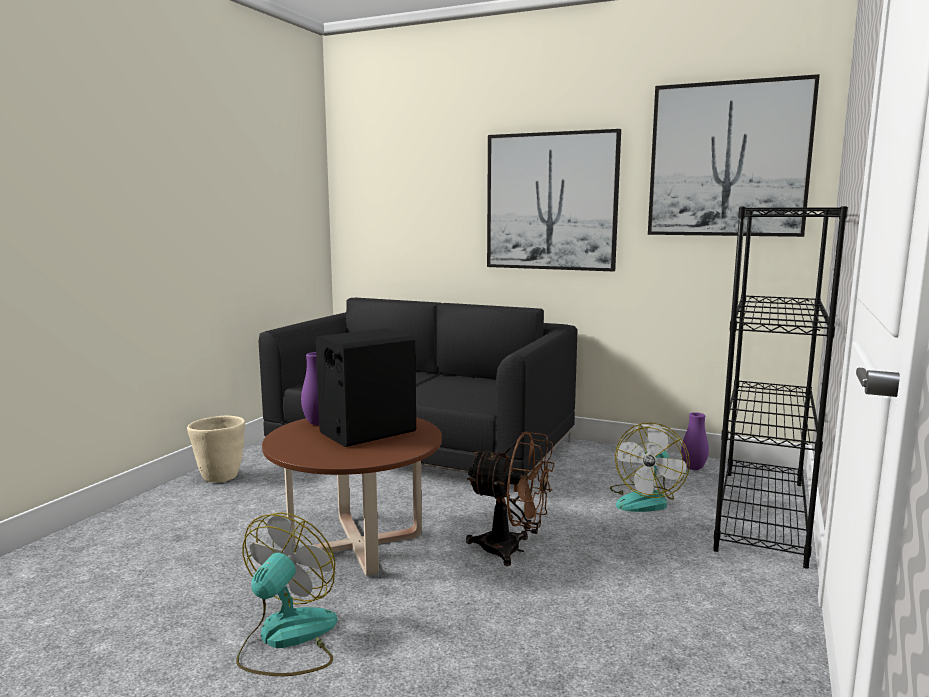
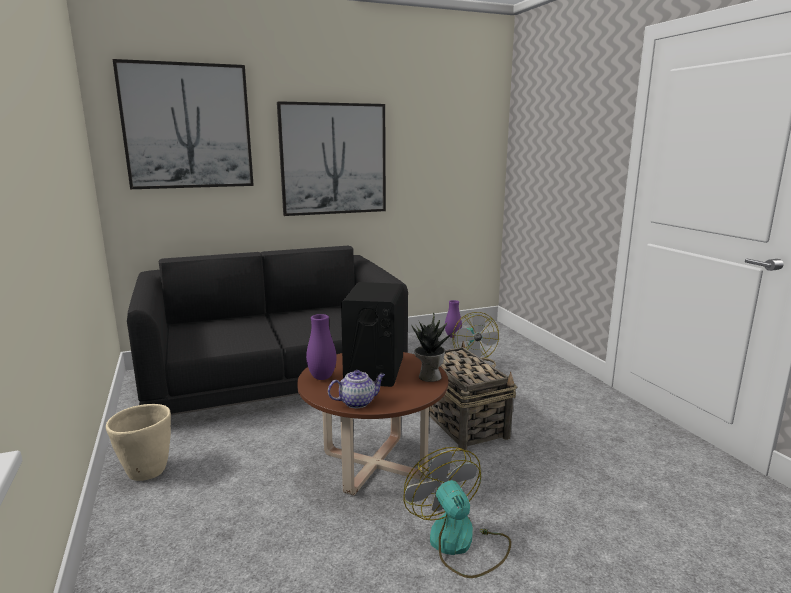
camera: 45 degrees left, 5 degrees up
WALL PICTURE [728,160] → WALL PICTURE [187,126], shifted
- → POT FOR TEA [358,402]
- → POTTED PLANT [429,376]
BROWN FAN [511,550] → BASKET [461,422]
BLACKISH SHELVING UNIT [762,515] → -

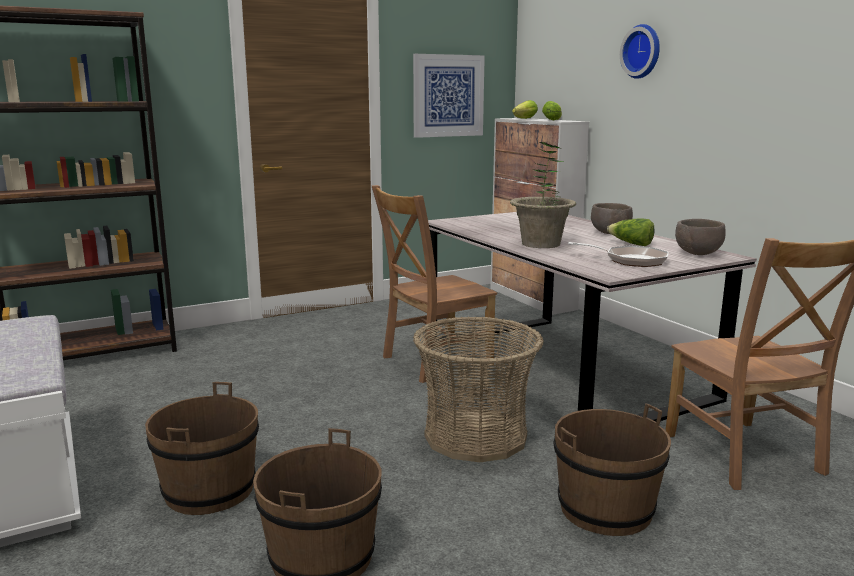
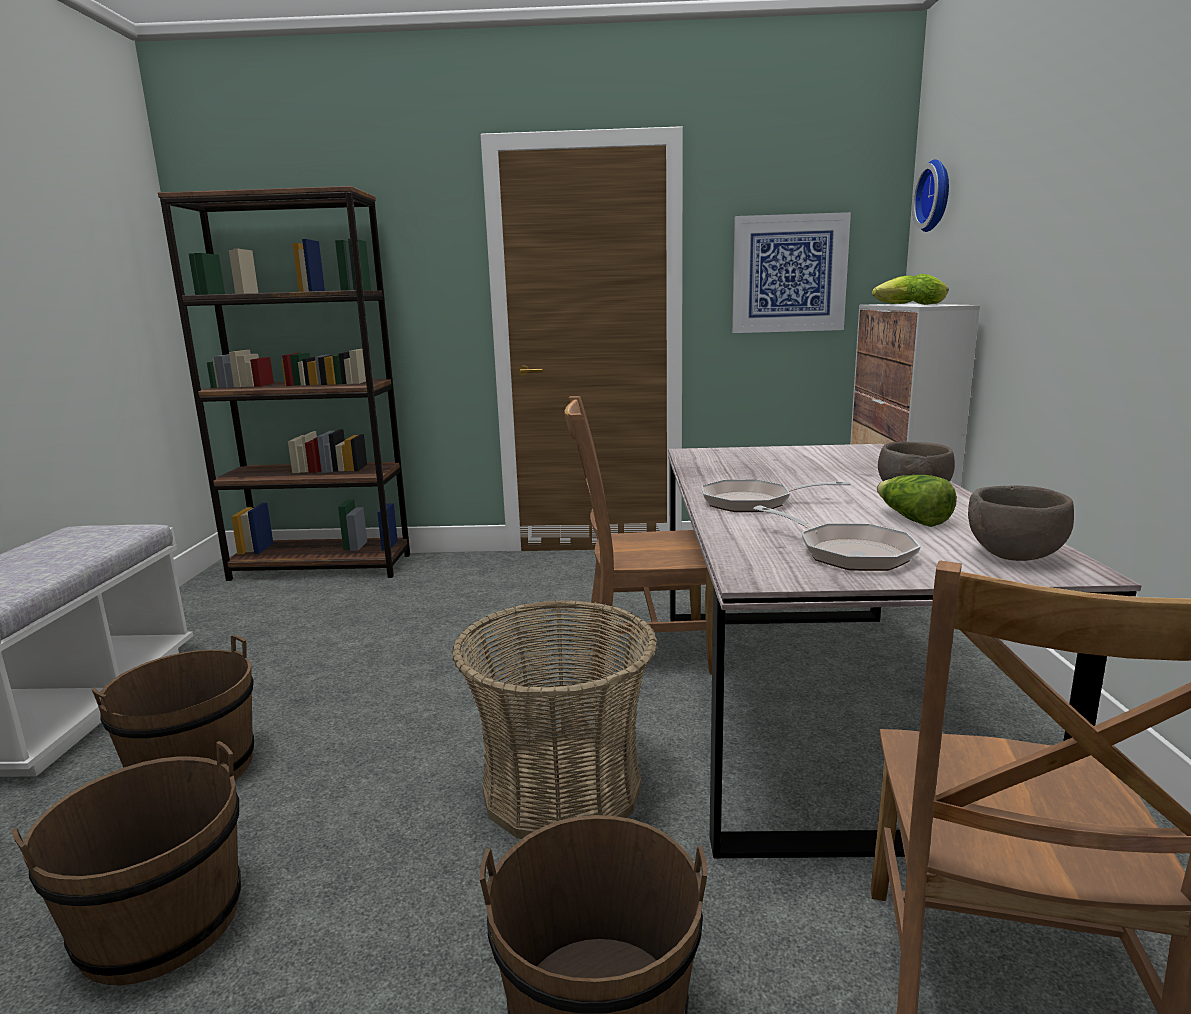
camera: 30 degrees right, 0 degrees up
POTTED PLANT [541,244] → SKILLET [753,502]
WALL CLOCK [643,51] → WALL CLOCK [936,196], shifted

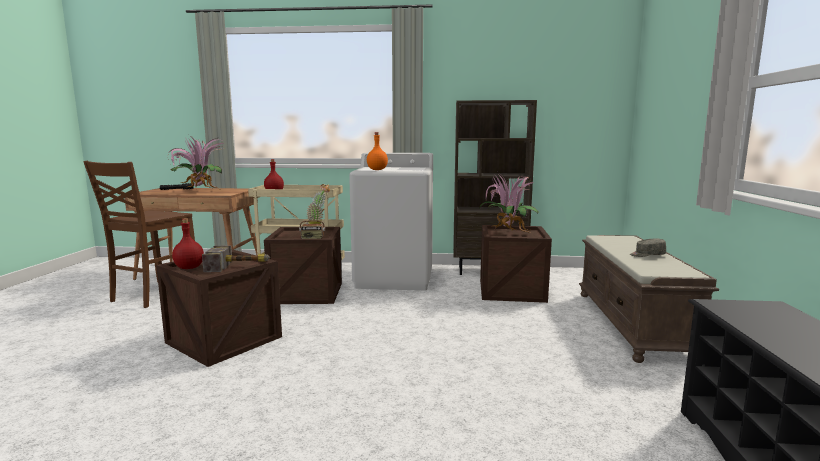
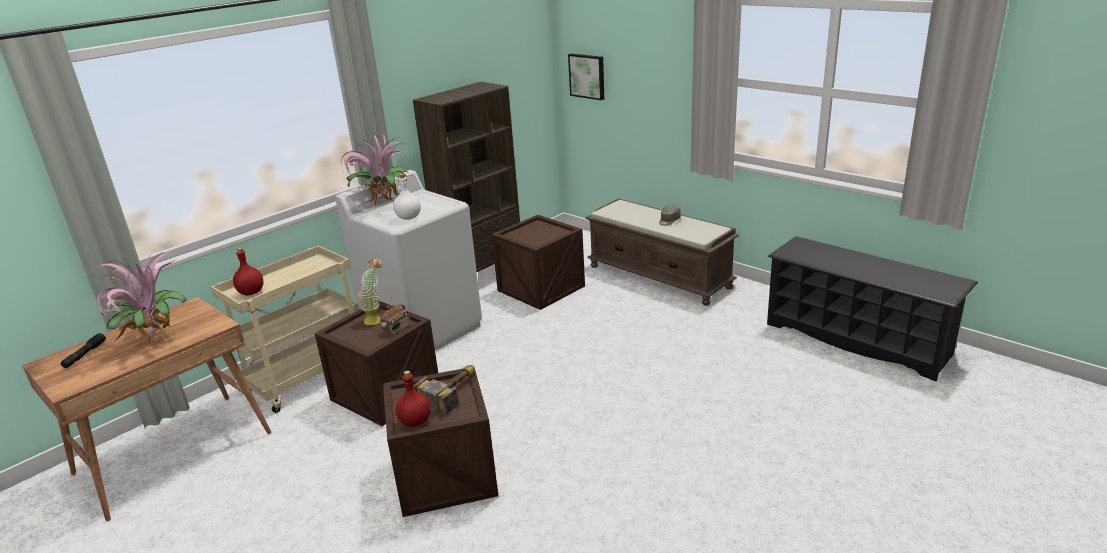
camera: 50 degrees left, 15 degrees up
POTTED PLANT [507,233] → POTTED PLANT [382,204], shifted
ORANGE BEVERAGE BOTTLE [376,170] → WHITISH BEVERAGE BOTTLE [408,218]
- → WALL PICTURE [587,76]
BROWN UPRIGHT CHAIR [153,295] → -

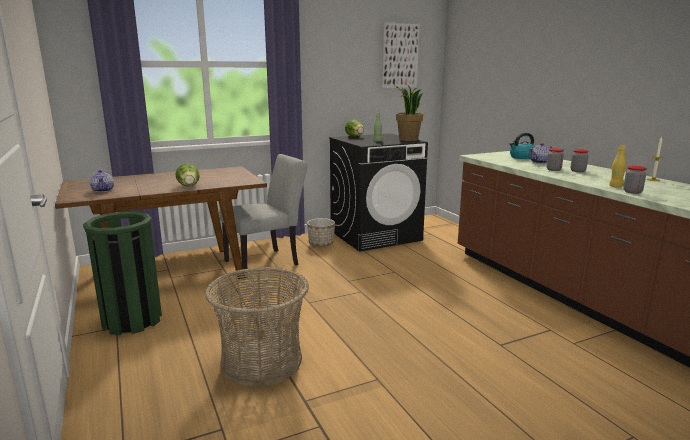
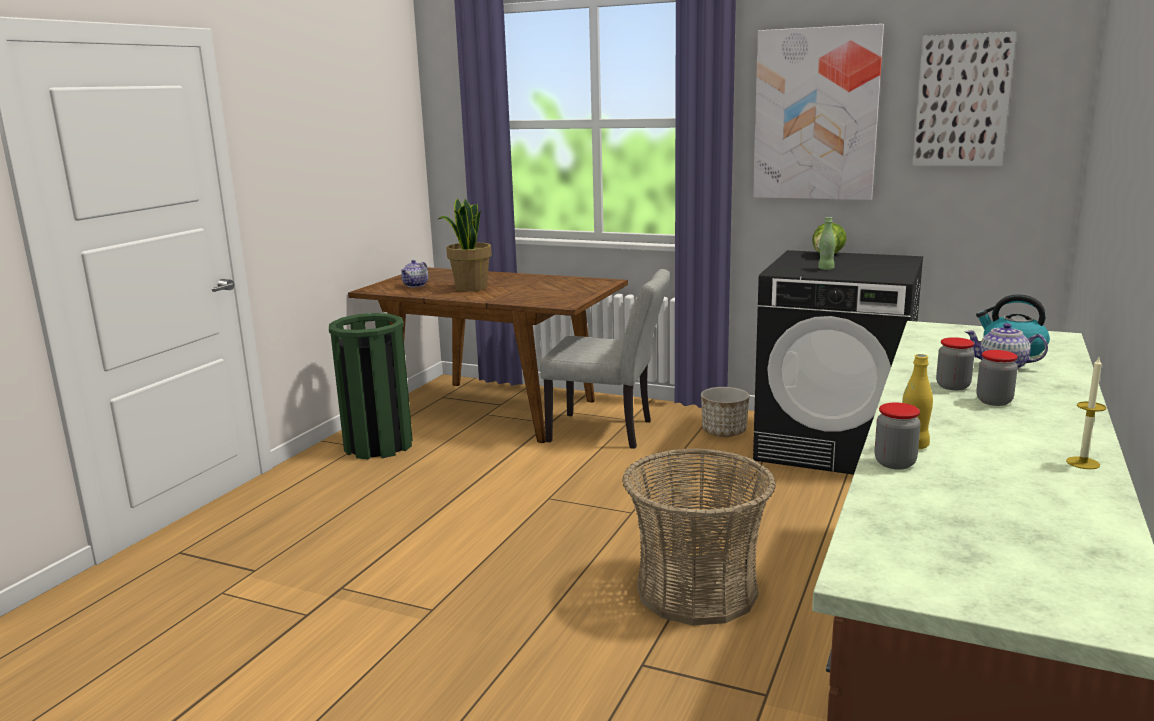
camera: 50 degrees right, 0 degrees up
POTTED PLANT [408,140] → POTTED PLANT [470,288], shifted
BASKET [261,362] → BASKET [697,590], shifted
- → WALL PICTURE [815,115]
LETTUCE HEAD [189,186] → -

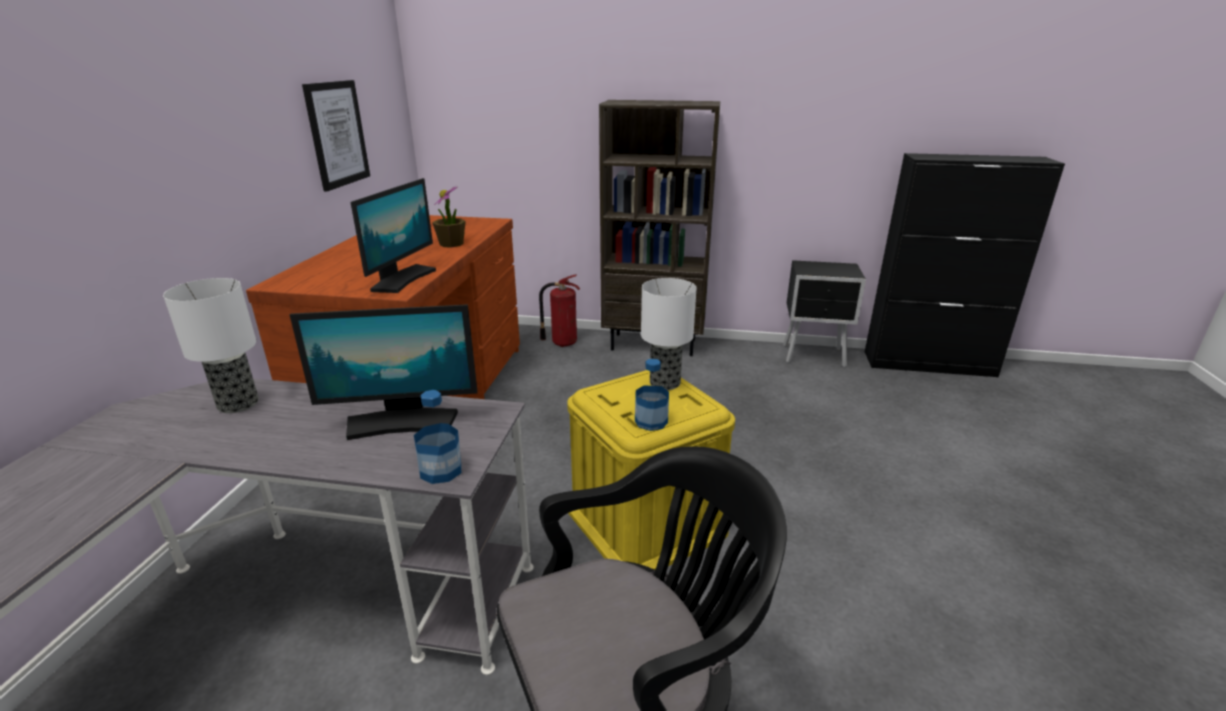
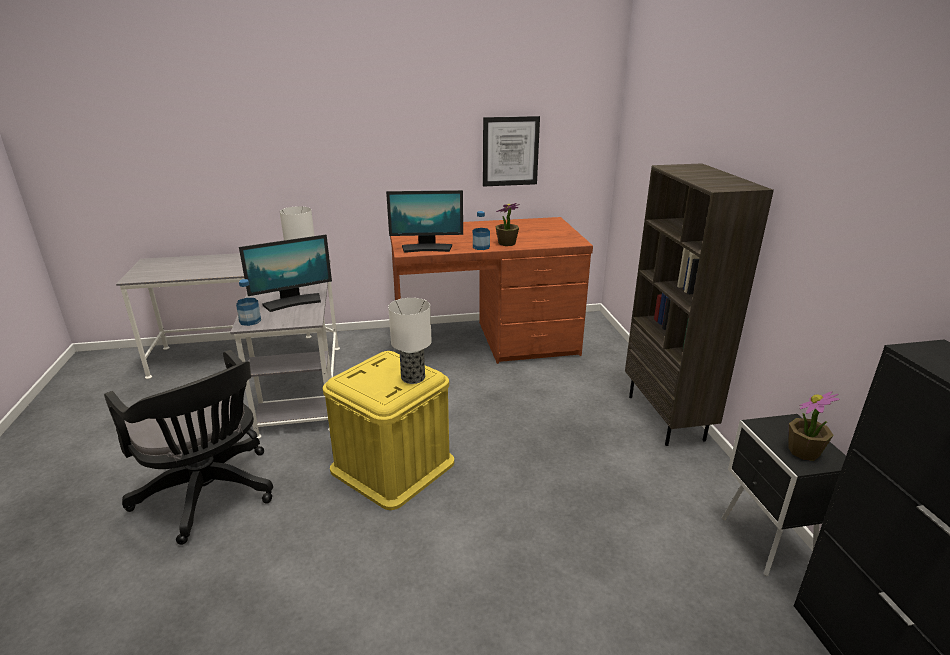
camera: 70 degrees right, 0 degrees up
COMPUTER DISPLAY [401,423] → COMPUTER DISPLAY [293,302], 90 degrees counterclockwise
BEVERAGE BOTTLE [651,421] → BEVERAGE BOTTLE [481,247], shifted
- → POTTED PLANT [804,452]
FIRE-FIGHTING CYLINDER [562,342] → -

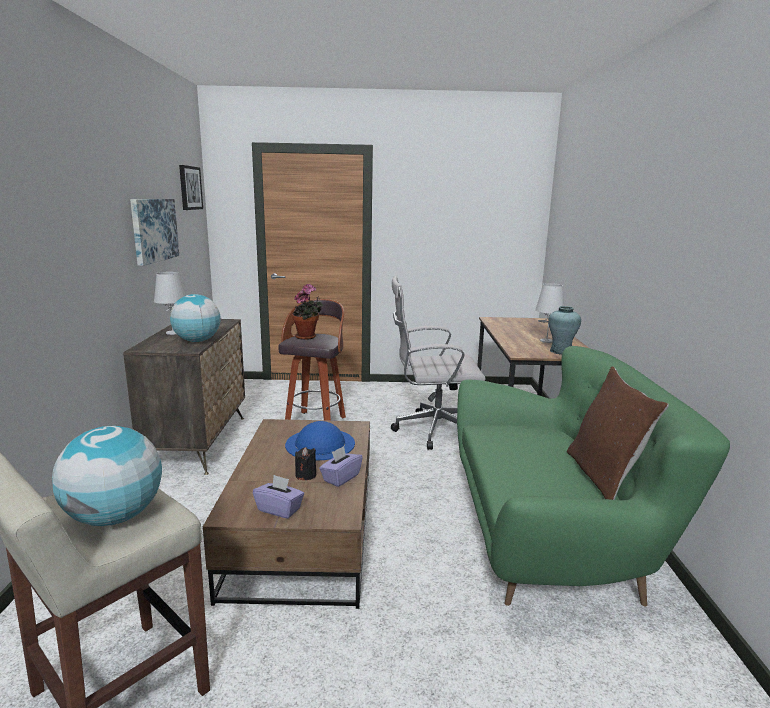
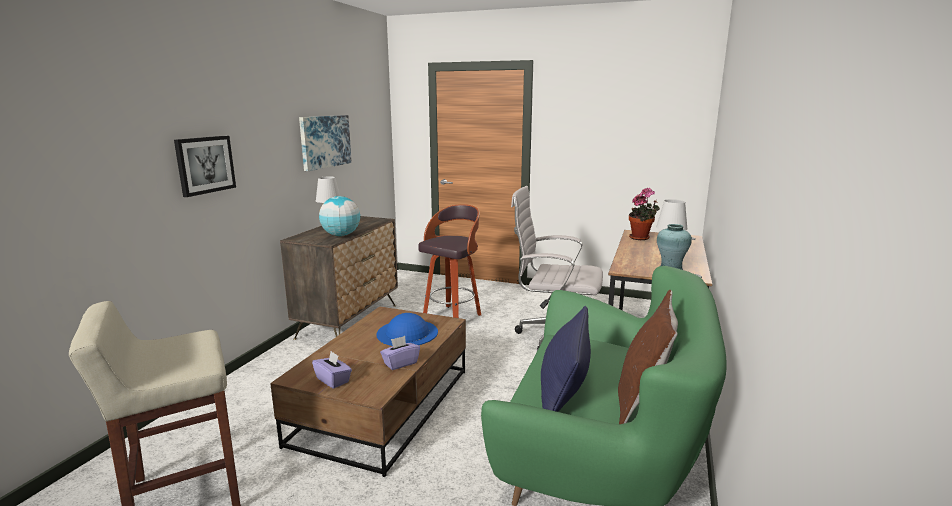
camera: 20 degrees right, 0 degrees up
WALL PICTURE [190,188] → WALL PICTURE [205,165], shifted
- → BLUE THROW PILLOW [564,389]
POTTED PLANT [307,337] → POTTED PLANT [641,238], shifted
WORLD GLOBE [115,517] → -
BLACKISH CANDLE [305,475] → -

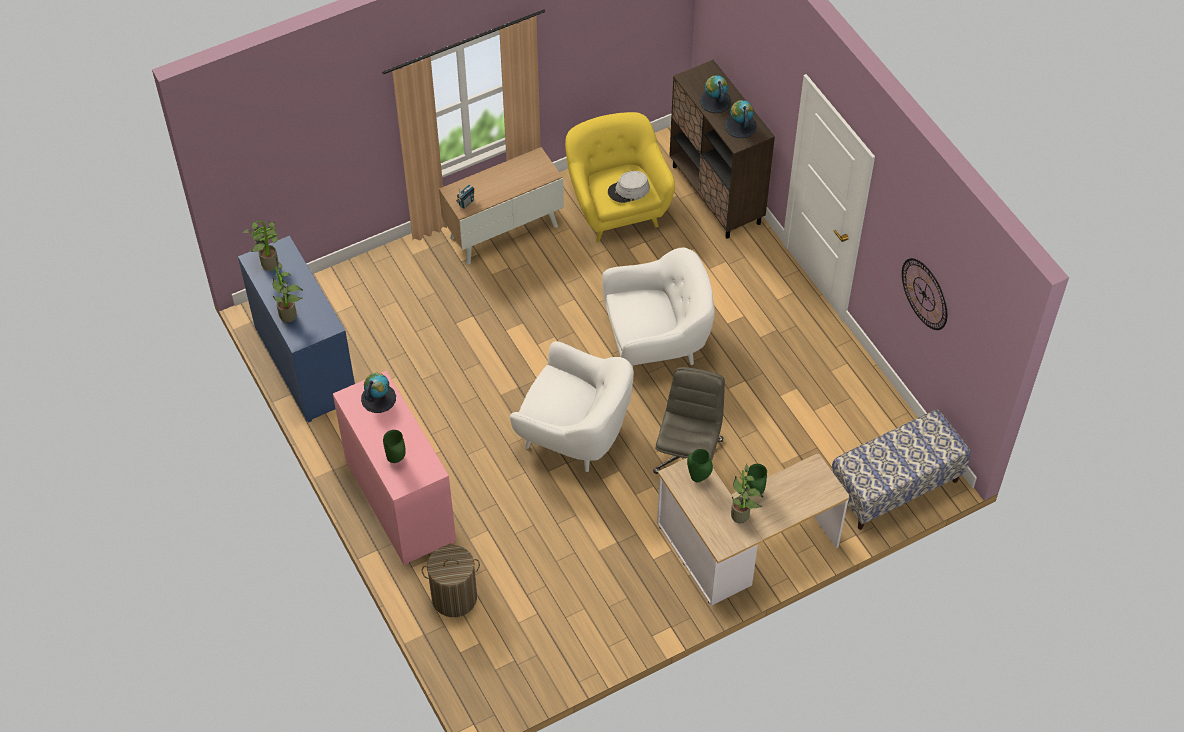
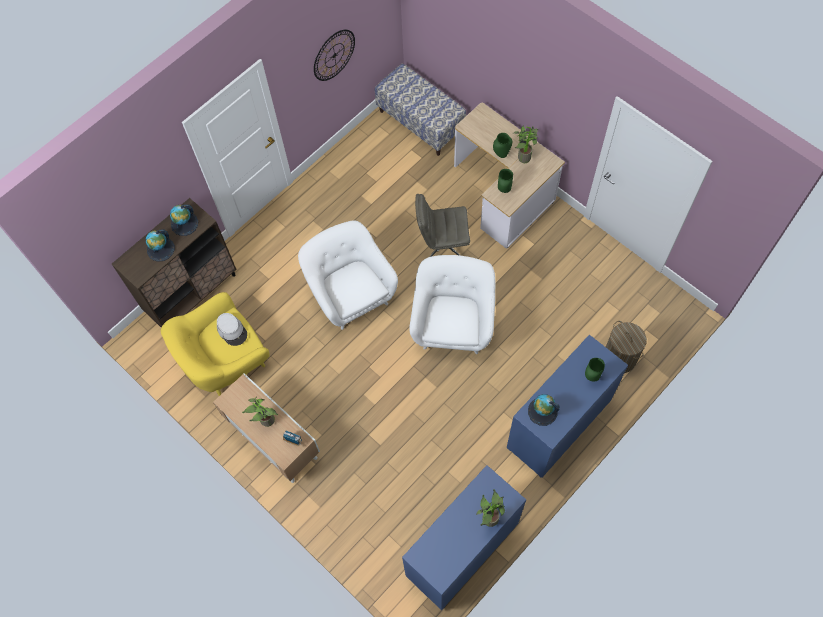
camera: 105 degrees left, 10 degrees up
POTTED PLANT [269,262] → POTTED PLANT [266,421], shifted
PINK-COLOURED DRESSER [400,502] → BLUE DRESSER [559,424]

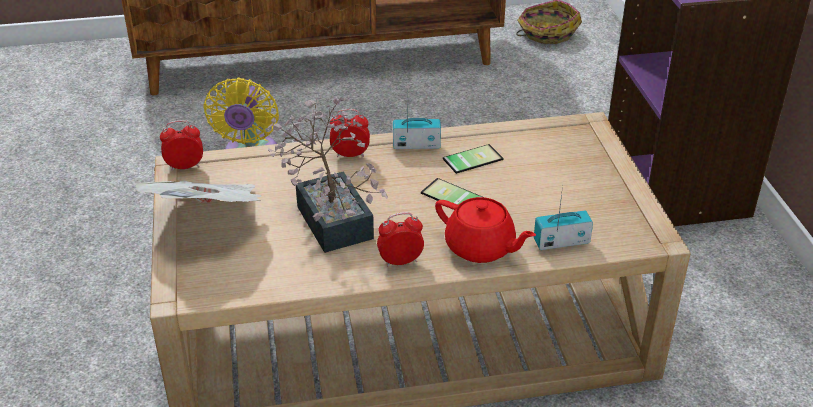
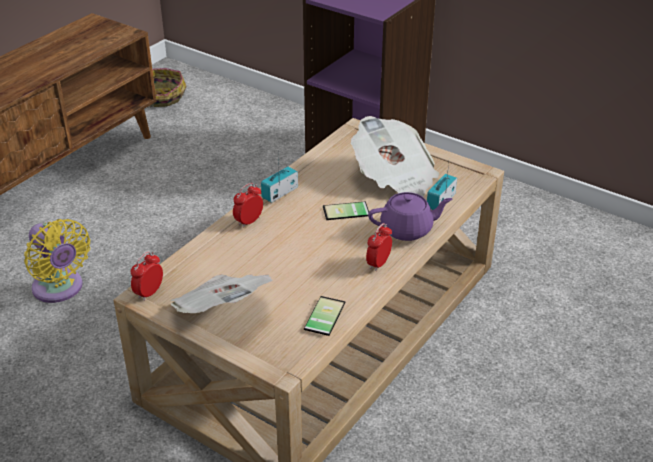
camera: 45 degrees left, 0 degrees up
HANDSET [471,157] → HANDSET [322,315], shifted
- → PRINTED PAPER [394,179]
RED POT FOR TEA [481,248] → PURPLISH POT FOR TEA [407,229]
POTTED PLANT [332,216] → -

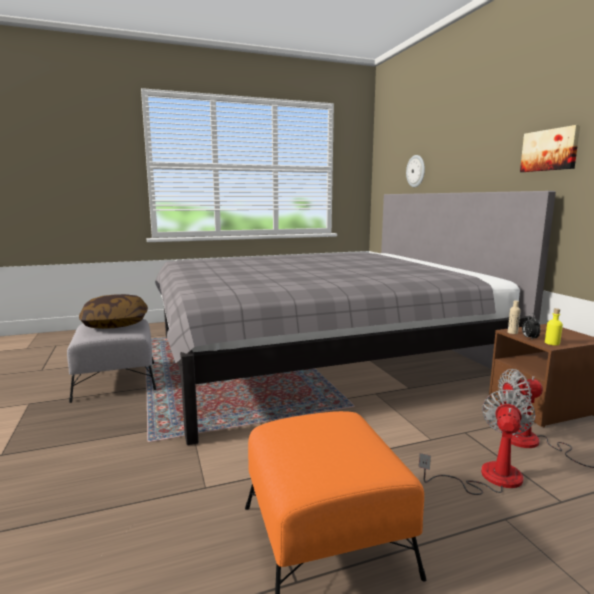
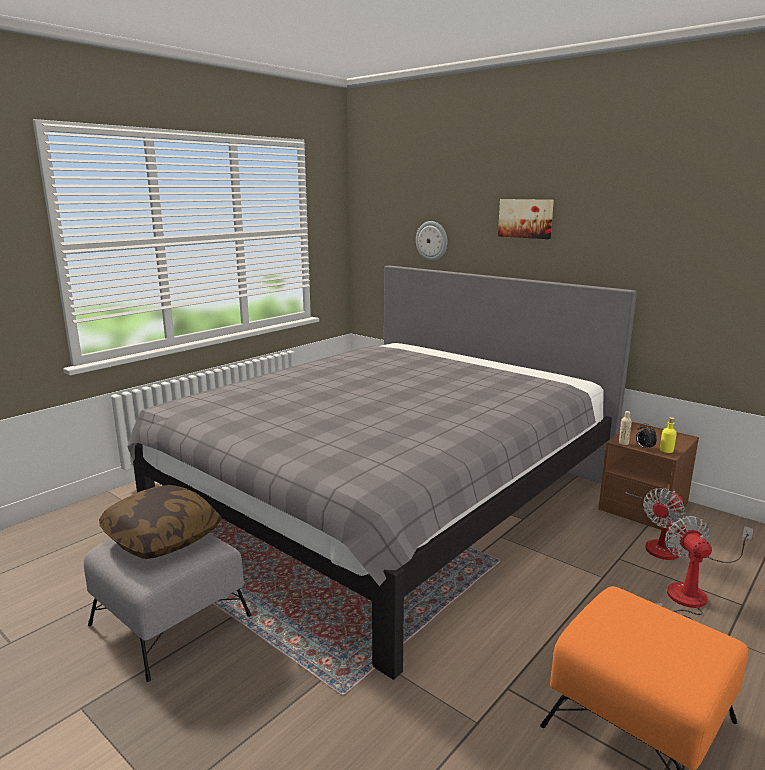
camera: 30 degrees left, 5 degrees up
WALL PICTURE [550,150] → WALL PICTURE [526,218], shifted

